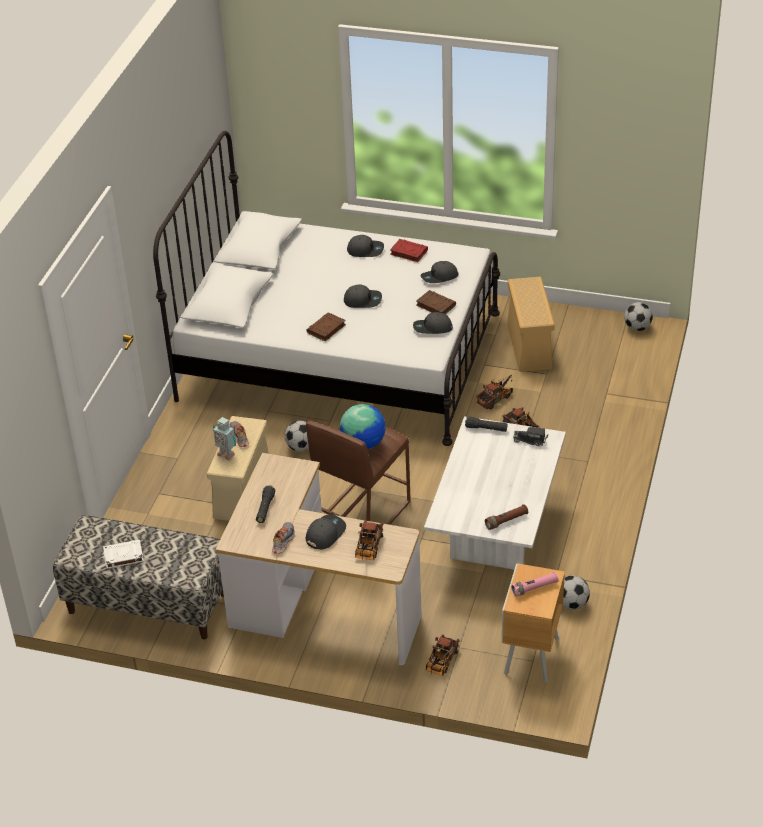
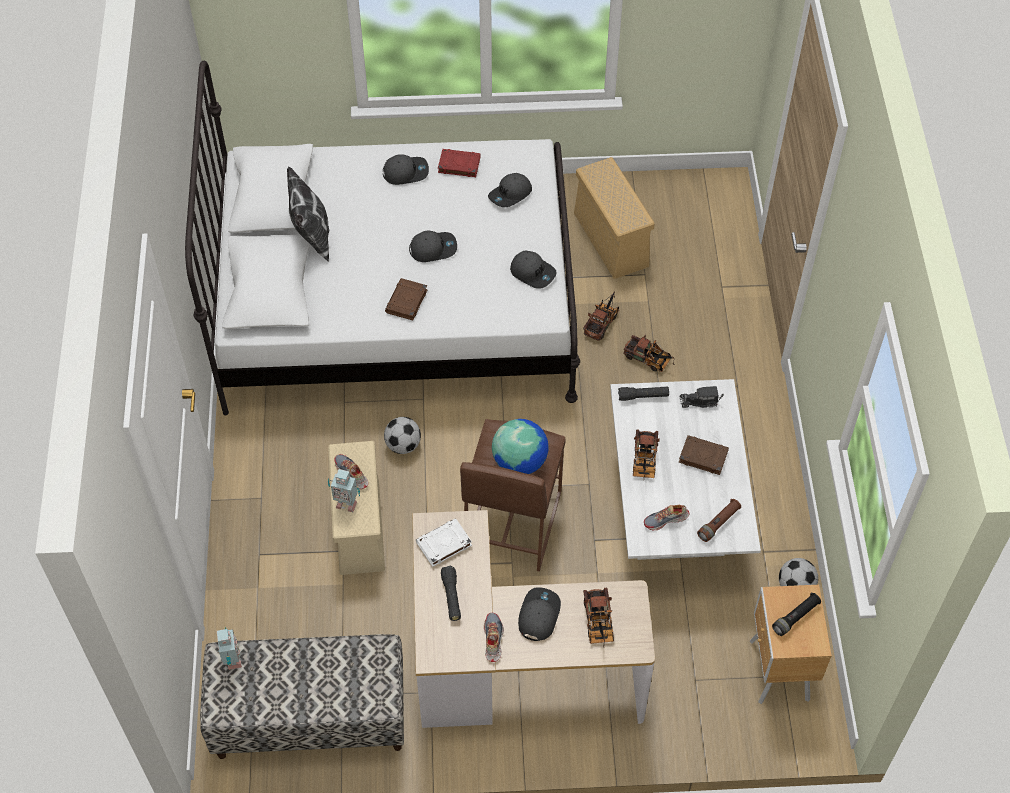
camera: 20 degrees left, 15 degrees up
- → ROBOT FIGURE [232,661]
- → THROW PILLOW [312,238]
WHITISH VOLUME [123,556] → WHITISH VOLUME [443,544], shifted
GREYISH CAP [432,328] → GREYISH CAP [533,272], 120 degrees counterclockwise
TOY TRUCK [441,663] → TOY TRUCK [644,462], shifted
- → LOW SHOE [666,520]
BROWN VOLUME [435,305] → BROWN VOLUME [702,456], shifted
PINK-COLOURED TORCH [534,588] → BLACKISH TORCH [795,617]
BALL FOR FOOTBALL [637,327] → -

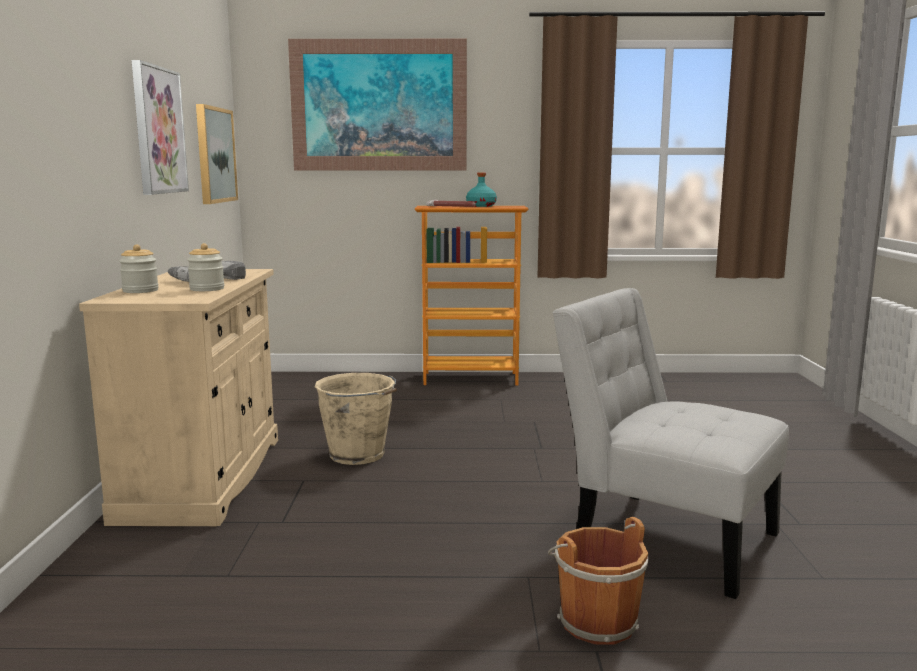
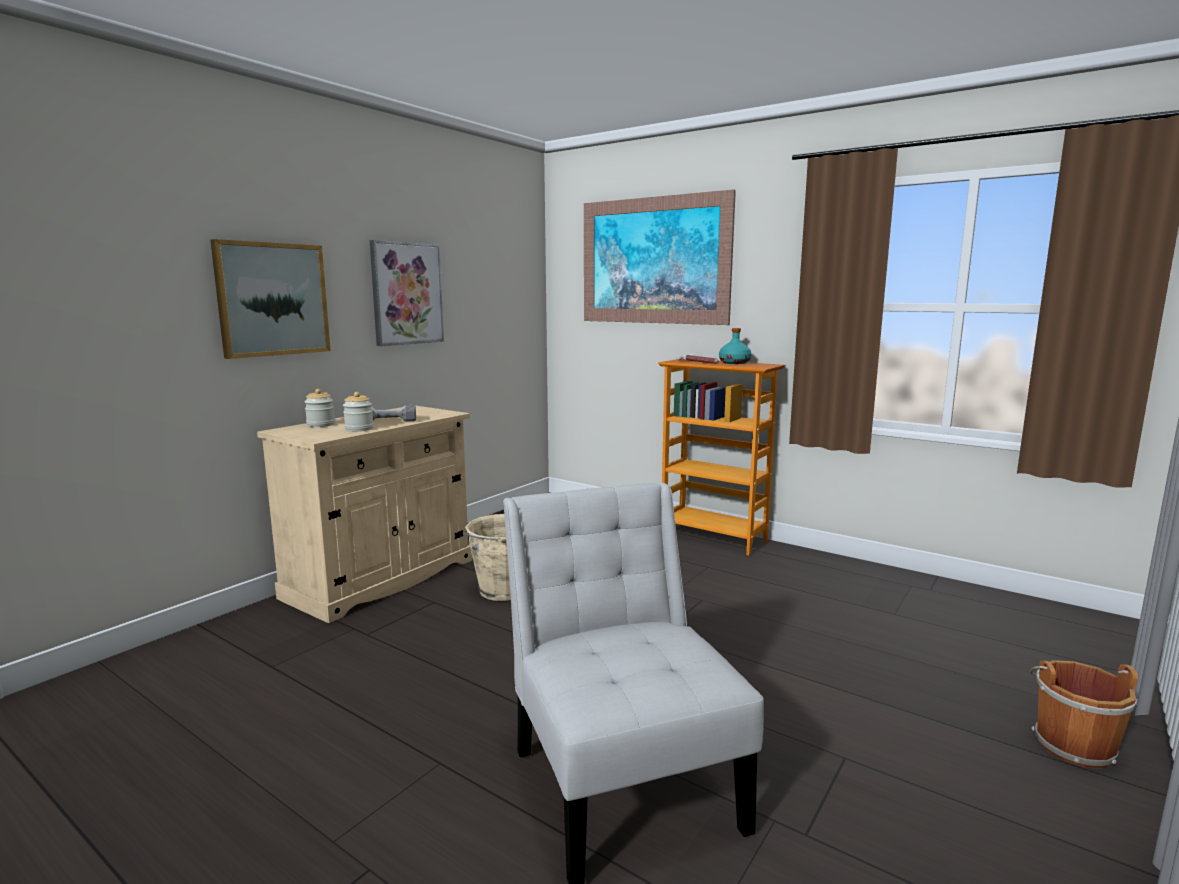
camera: 35 degrees right, 0 degrees up
WALL PICTURE [214,155] → WALL PICTURE [272,299], shifted
BROWN PAIL [595,621] → BROWN PAIL [1071,744], shifted

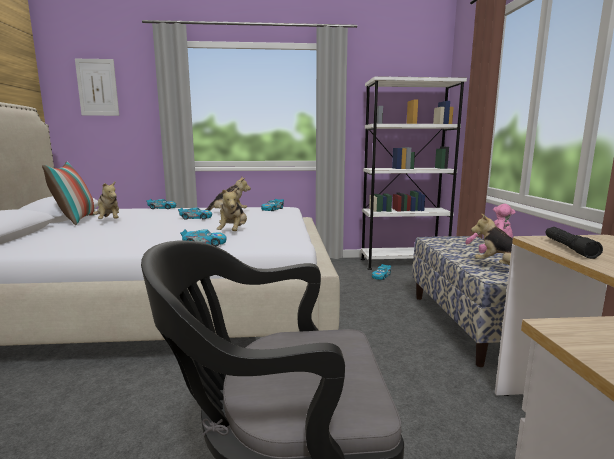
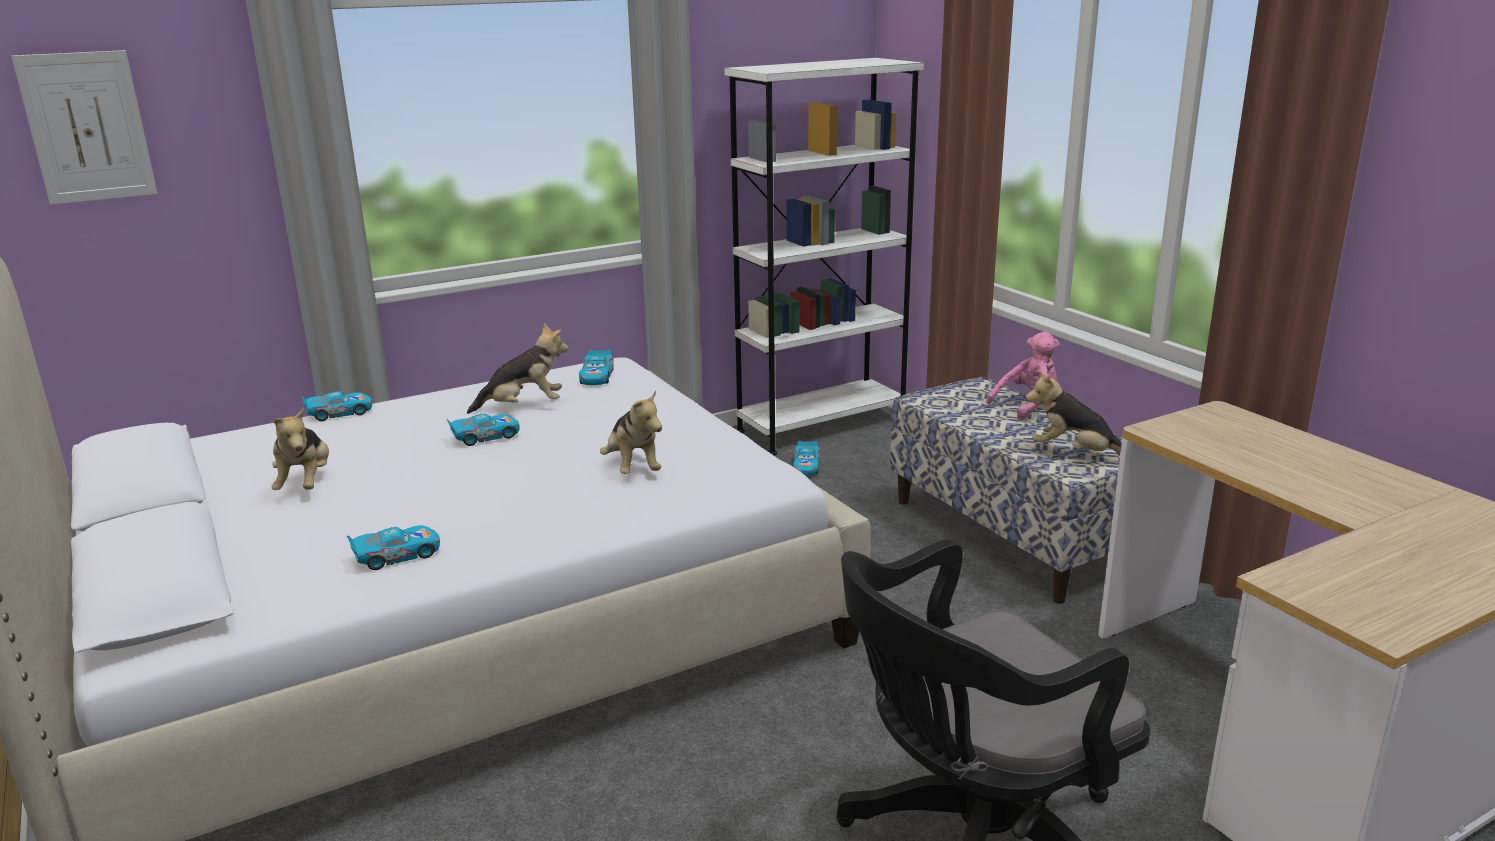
camera: 25 degrees left, 10 degrees up
PLUSH TOY [109,221] → PLUSH TOY [306,483], 45 degrees clockwise
MODEL CAR [204,244] → MODEL CAR [397,555], shifted
THROW PILLOW [75,220] → -
BLACKISH TORCH [569,248] → -

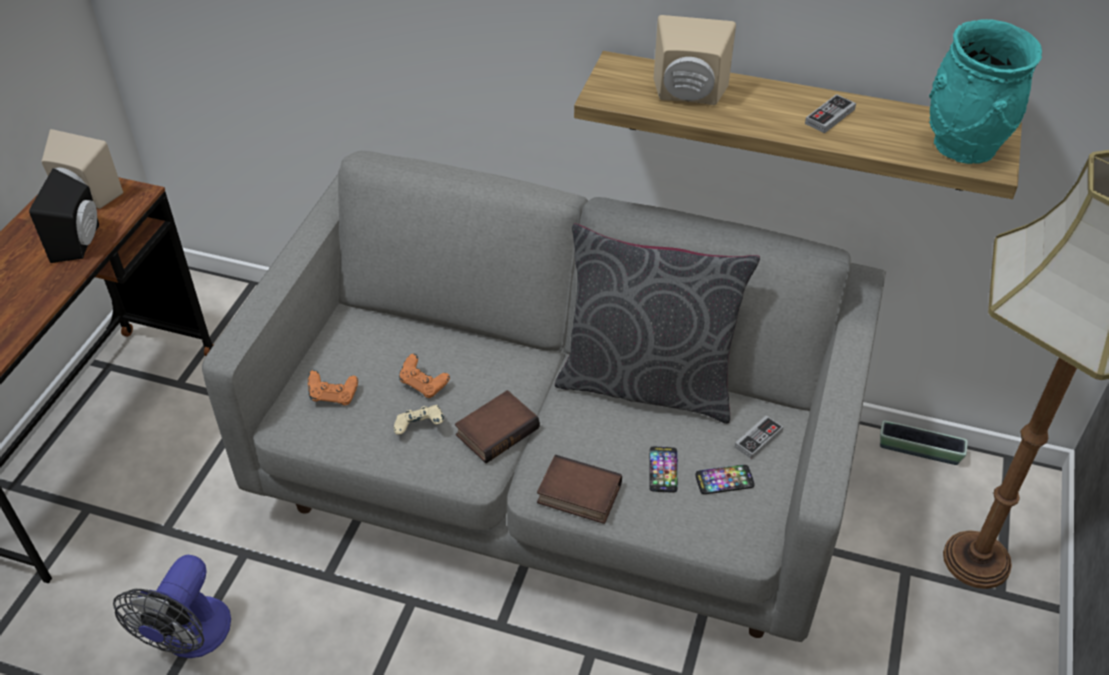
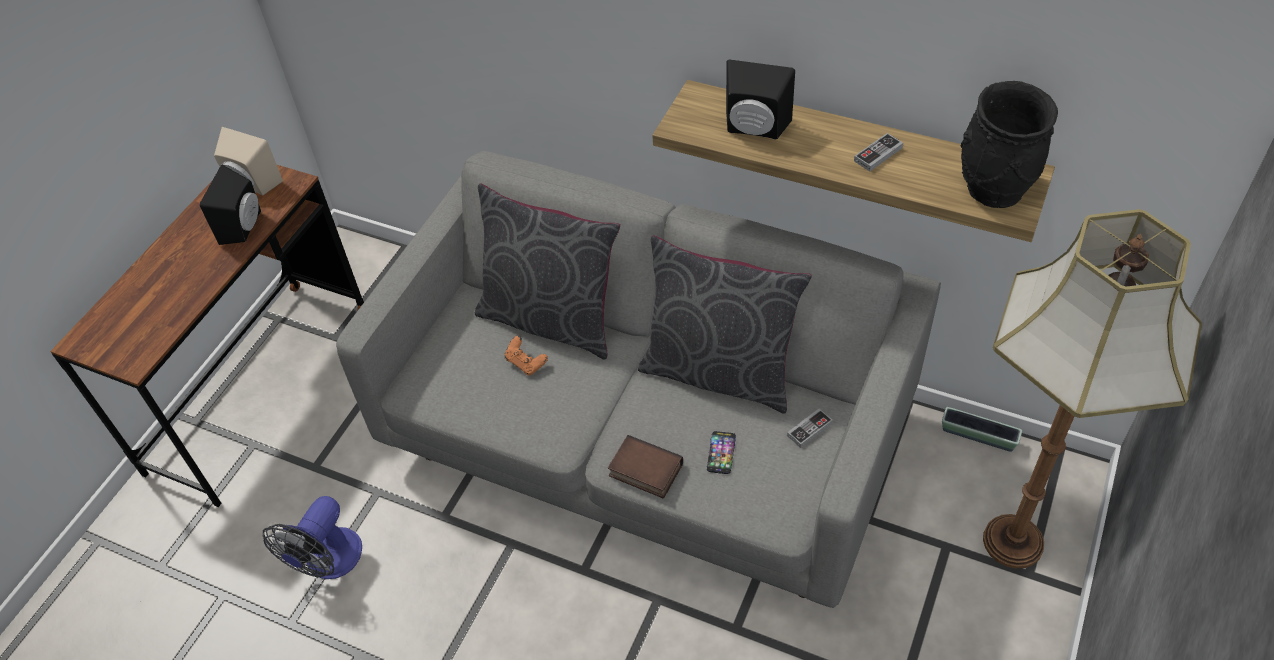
camera: 10 degrees right, 5 degrees up
- → GREYISH THROW PILLOW [551,319]
BEIGE LOUDSPEAKER [688,96] → BLACKISH LOUDSPEAKER [754,130]
TURQUOISE-COLOURED VASE [962,145] → BLACKISH VASE [993,188]
ORANGE GAMEPAD [333,396] → -
BEIGE GAMEPAD [420,428] → -
VOLUME [496,430] → -
HANDSET [724,480] → -

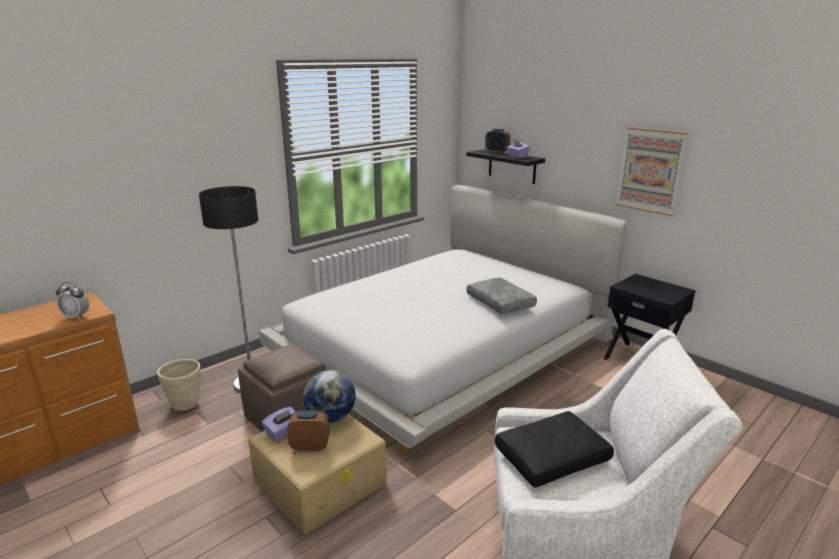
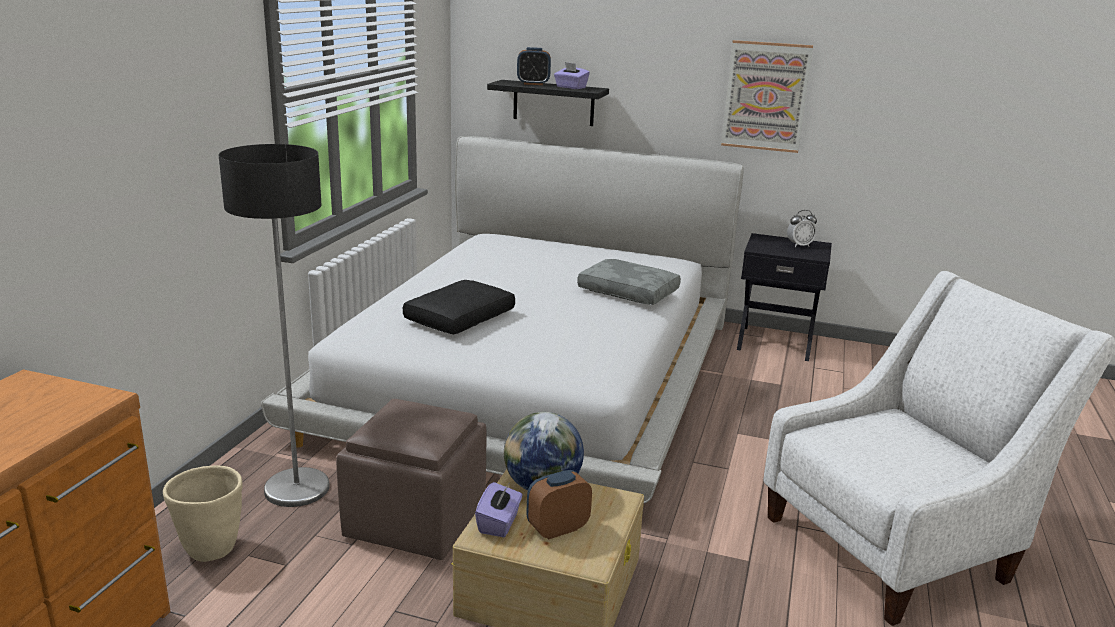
camera: 30 degrees left, 0 degrees up
BLACKISH THROW PILLOW [552,459] → BLACKISH THROW PILLOW [460,319], shifted
ALARM CLOCK [76,316] → ALARM CLOCK [799,245], shifted

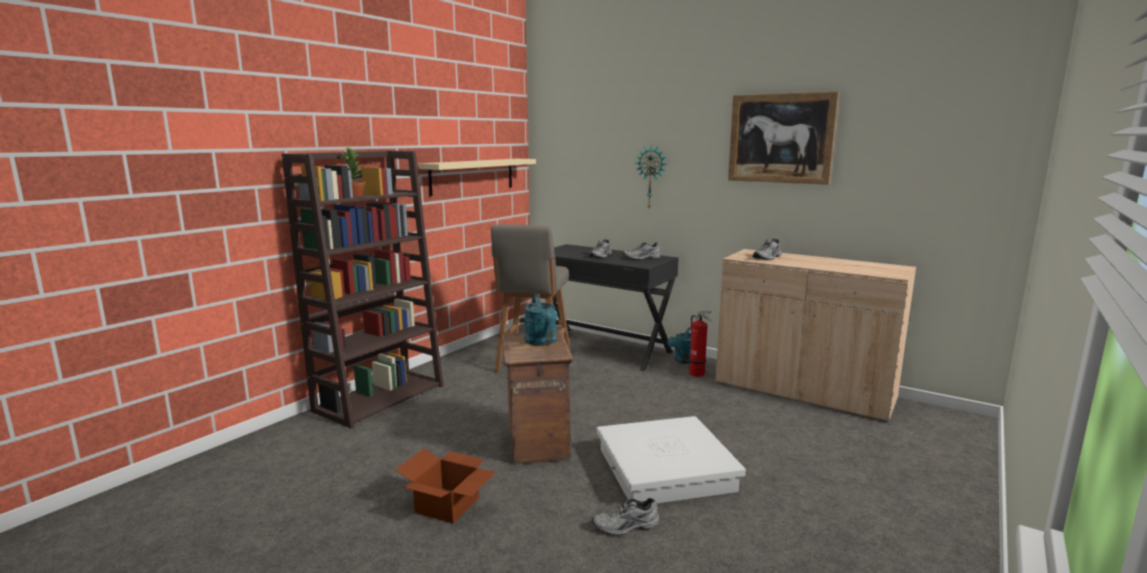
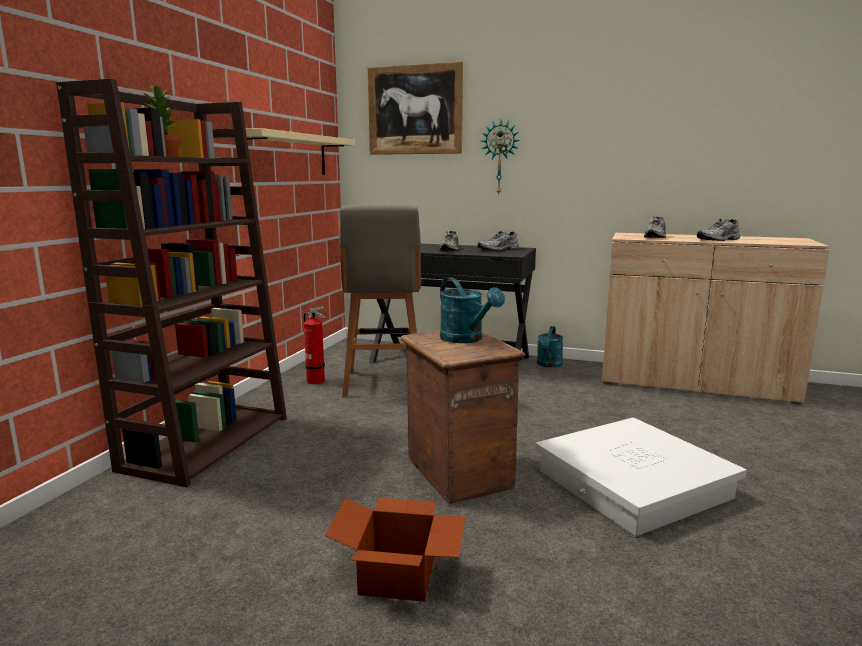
camera: 15 degrees left, 0 degrees up
FIRE-FIGHTING CYLINDER [698,374] → FIRE-FIGHTING CYLINDER [317,381], shifted
WALL PICTURE [780,138] → WALL PICTURE [415,110], shifted
GREYISH LOW SHOE [626,527] → GREYISH LOW SHOE [719,240], shifted

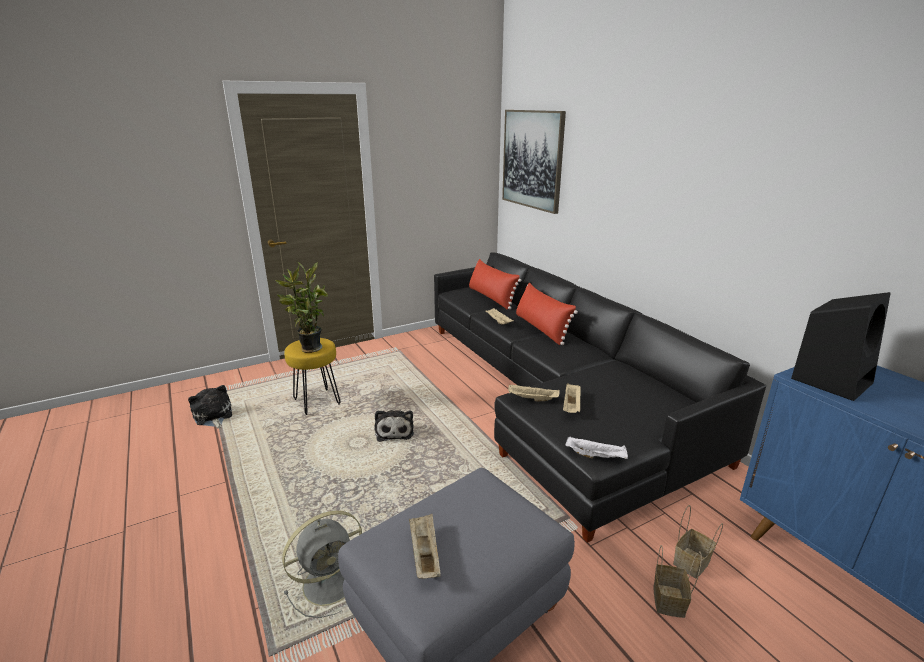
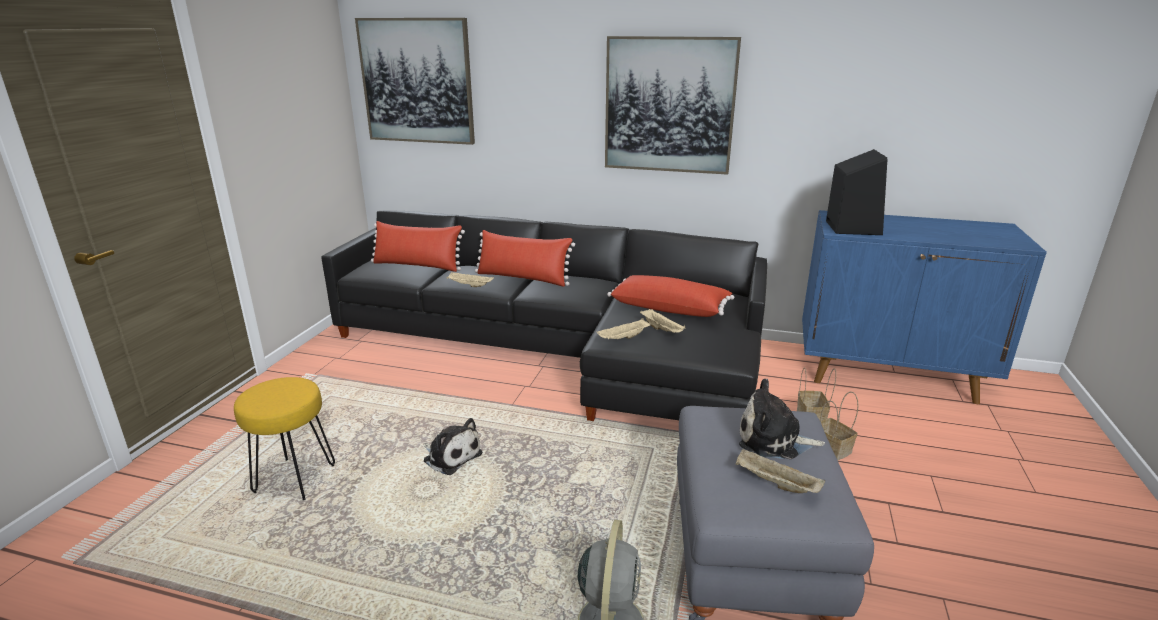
camera: 45 degrees left, 0 degrees up
- → WALL PICTURE [669,105]
- → RED THROW PILLOW [670,308]
PLUSH TOY [213,416] → PLUSH TOY [773,440], shifted
POTTED PLANT [309,349] → -
WHITISH SERVING TRAY [596,456] → -

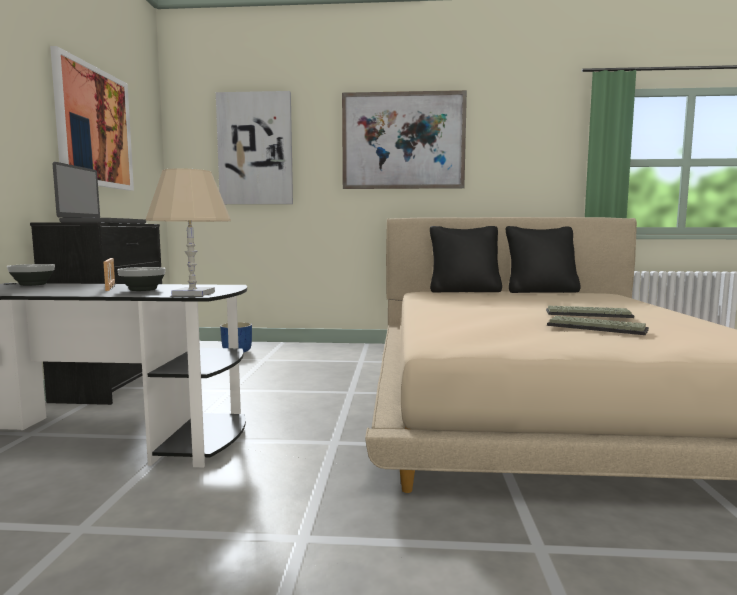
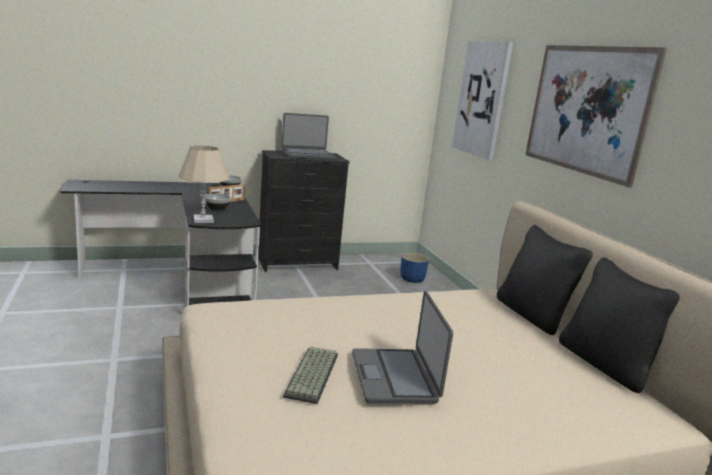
camera: 65 degrees right, 10 degrees up
PC KEYBOARD [588,314] → LAPTOP [395,377]
WALL PICTURE [94,127] → -

